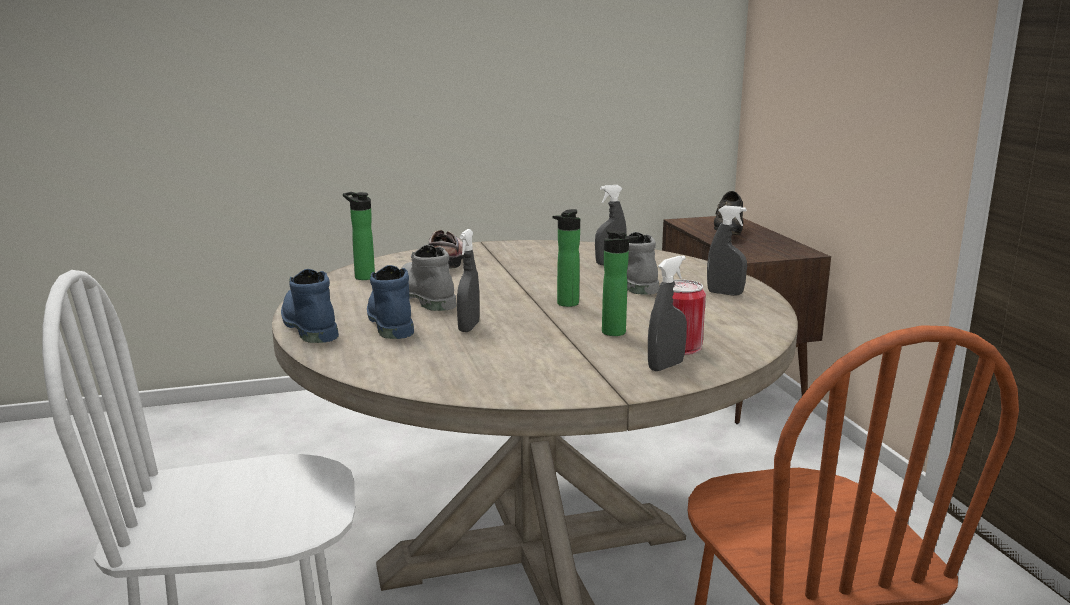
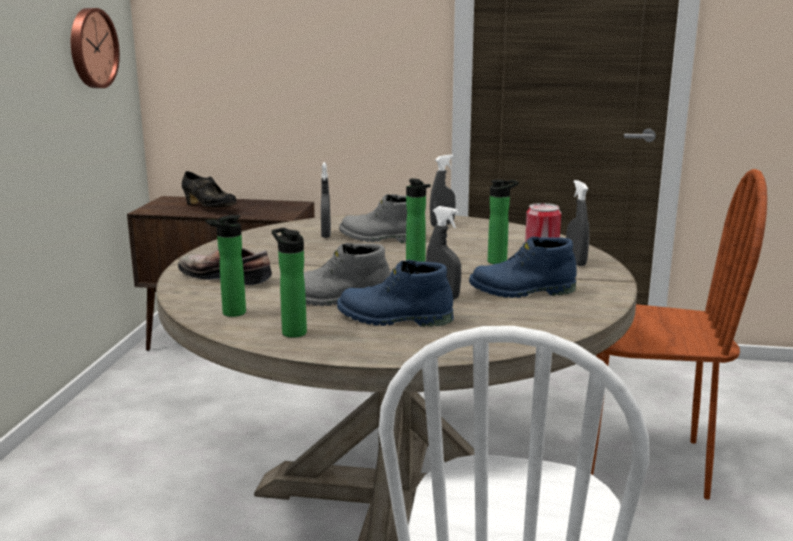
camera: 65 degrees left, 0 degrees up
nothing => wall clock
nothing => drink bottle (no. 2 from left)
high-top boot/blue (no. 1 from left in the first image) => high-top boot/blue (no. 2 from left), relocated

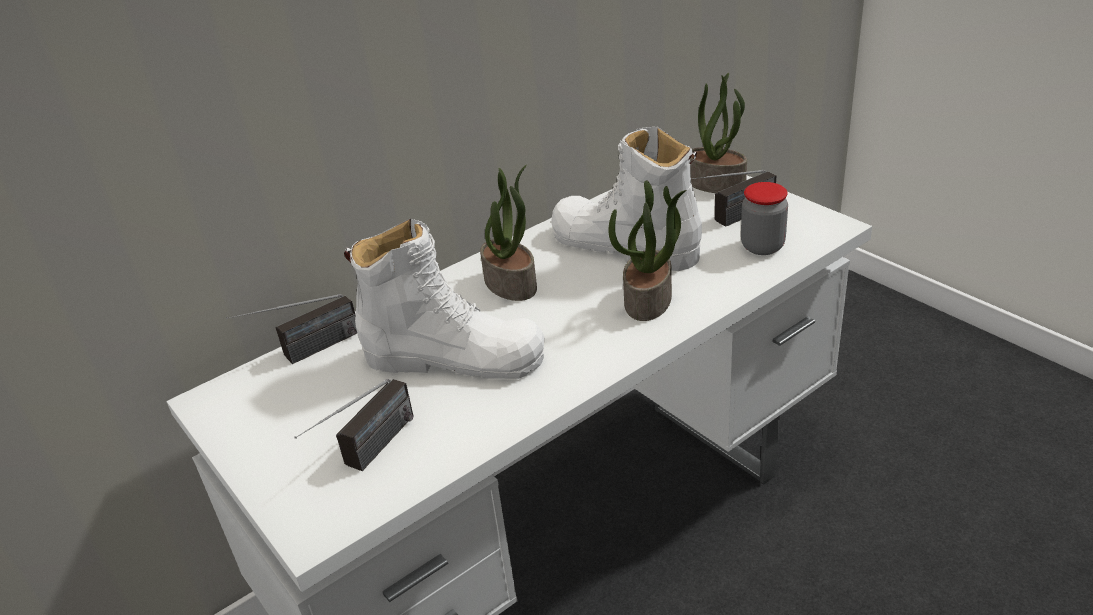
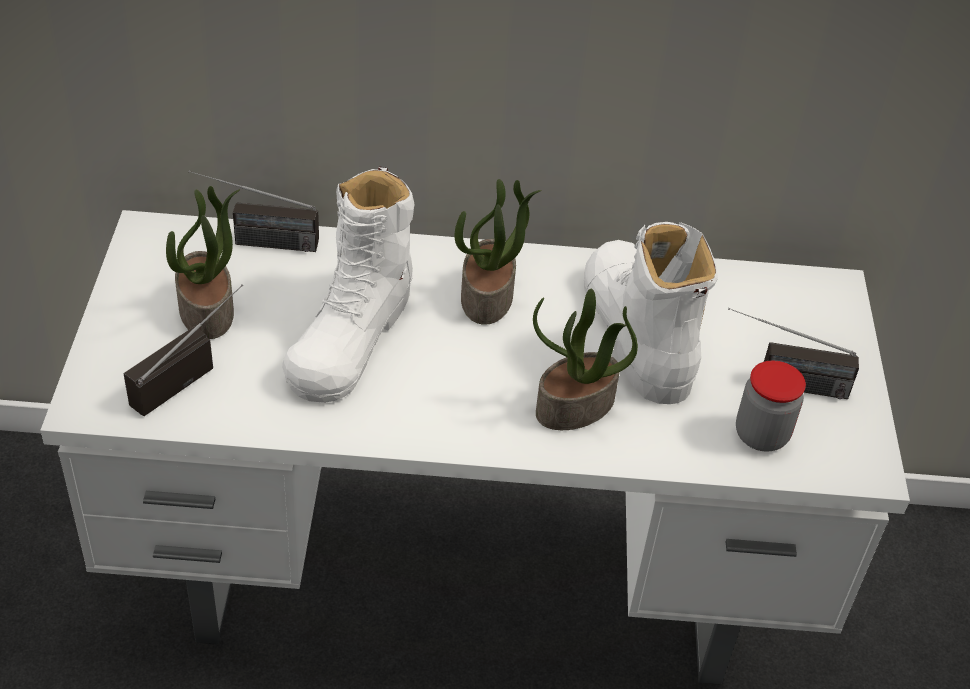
camera: 35 degrees right, 10 degrees up
houseplant (no. 3 from left in the first image) => houseplant (no. 1 from left), relocated
radio set (no. 2 from left in the first image) => radio set (no. 1 from left), 150 degrees clockwise
high-top boot/whitish (no. 1 from left), 60 degrees clockwise

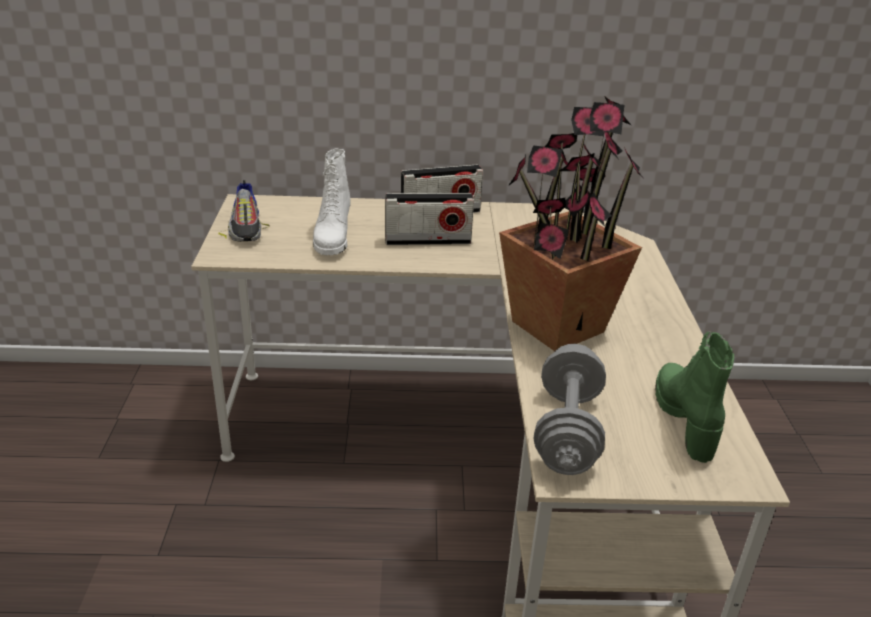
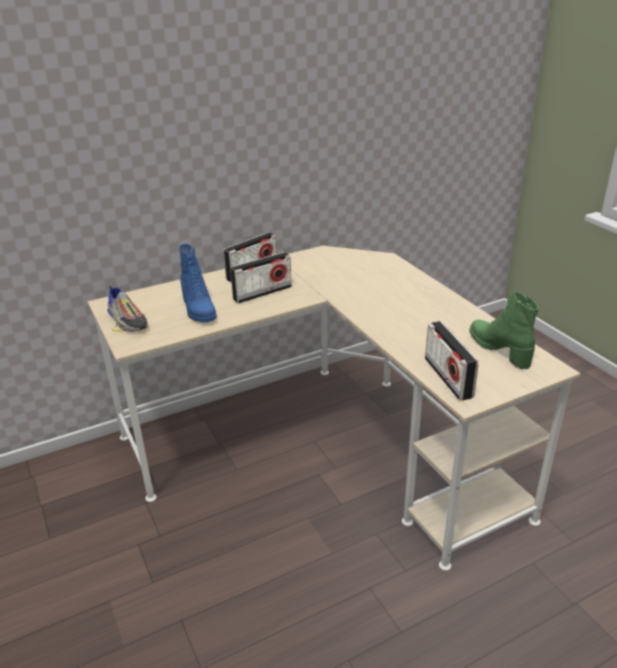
camera: 25 degrees left, 0 degrees up
houseplant => nothing
hand weight/greyish => radio set (no. 3 from left)
high-top boot/whitish => high-top boot/blue

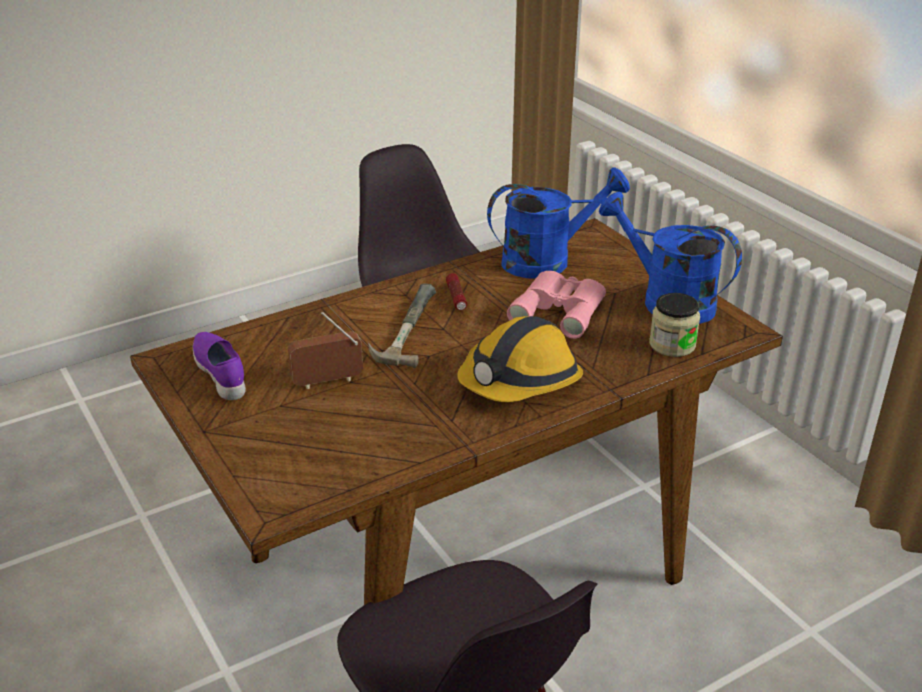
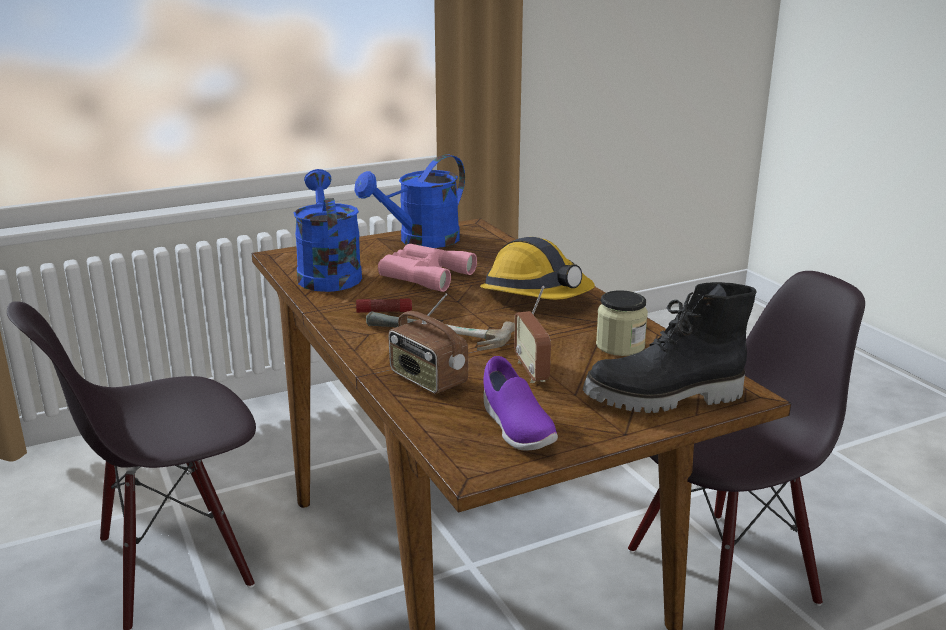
camera: 85 degrees left, 10 degrees down
nothing => radio set (no. 1 from left)
nothing => high-top boot/black
preserve jar, relocated
shoe/purplish, 90 degrees counterclockwise

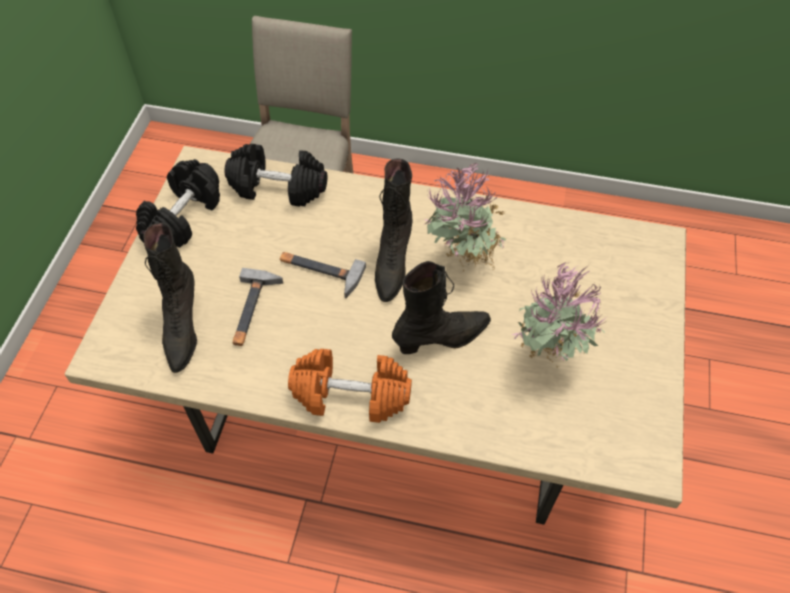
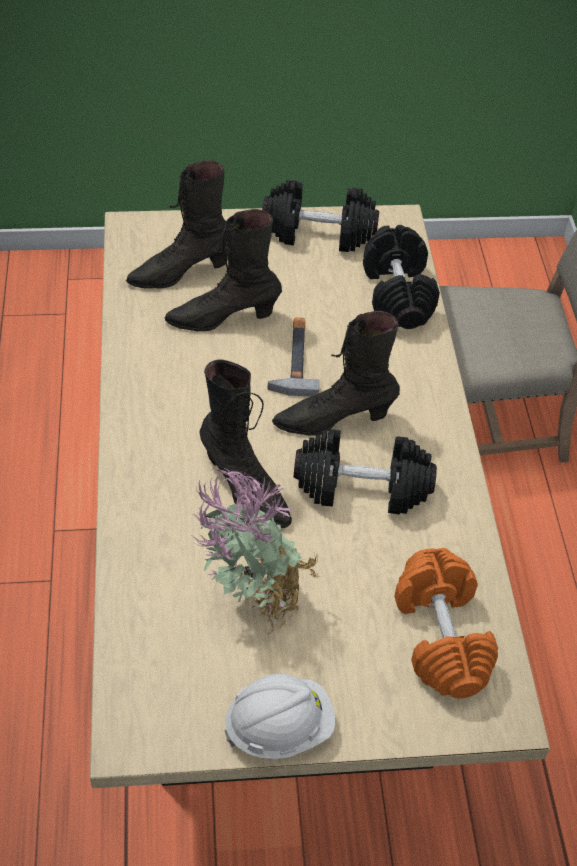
camera: 70 degrees right, 5 degrees down
nothing => hard hat/whitish
hand weight/orange, relocated
hand hammer (no. 1 from left) => high-top boot/black (no. 2 from left)
houseplant (no. 1 from left) => hand weight/black (no. 2 from left)

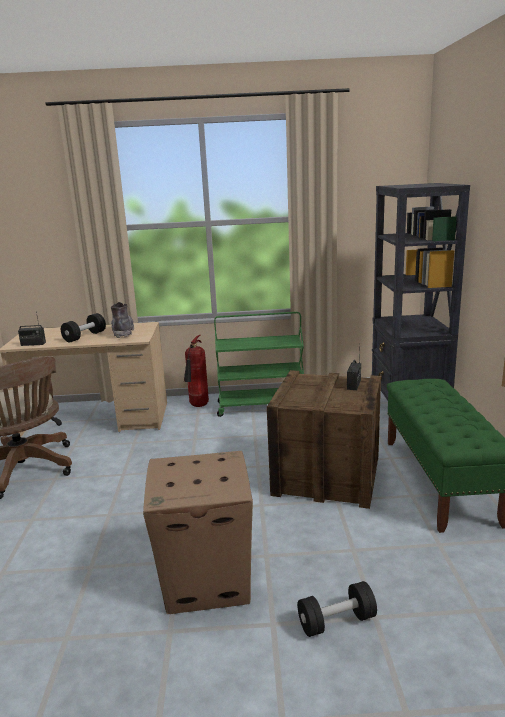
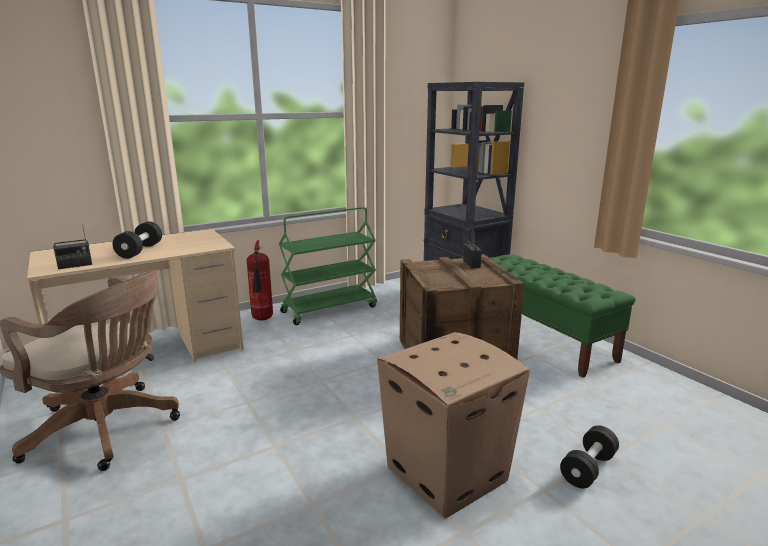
camera: 30 degrees left, 0 degrees up
high-top boot/greyish => nothing

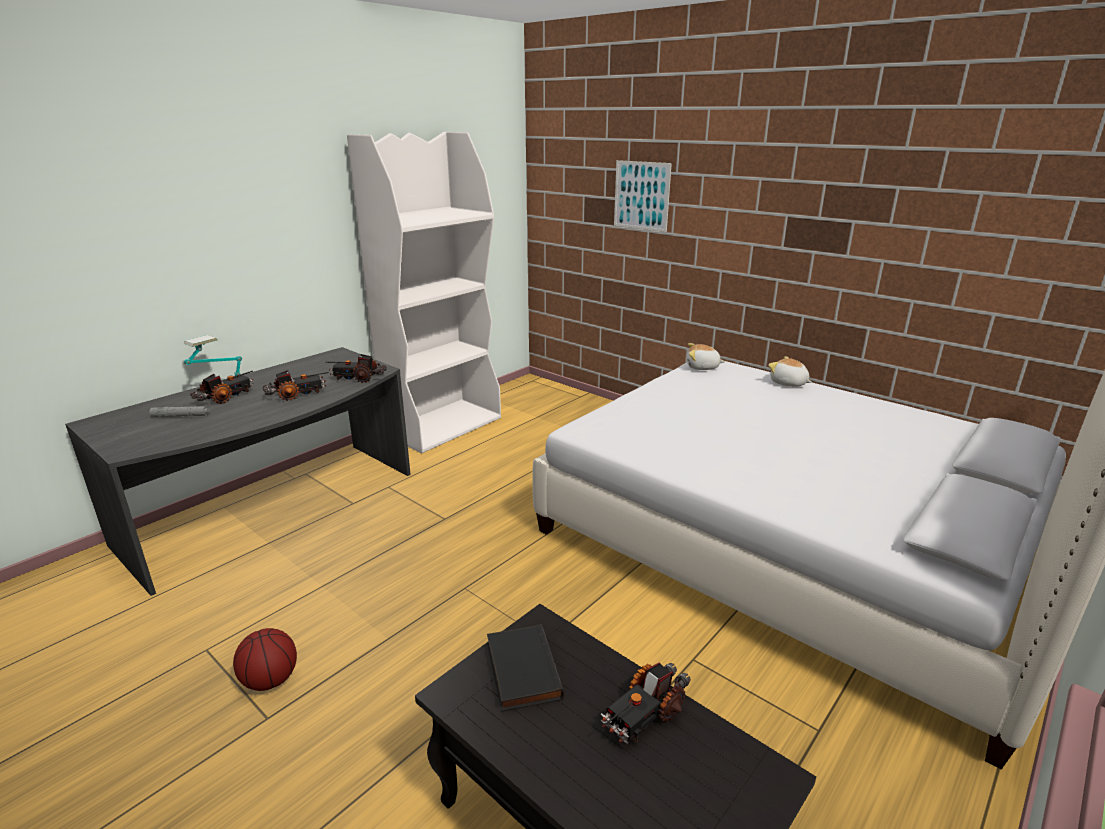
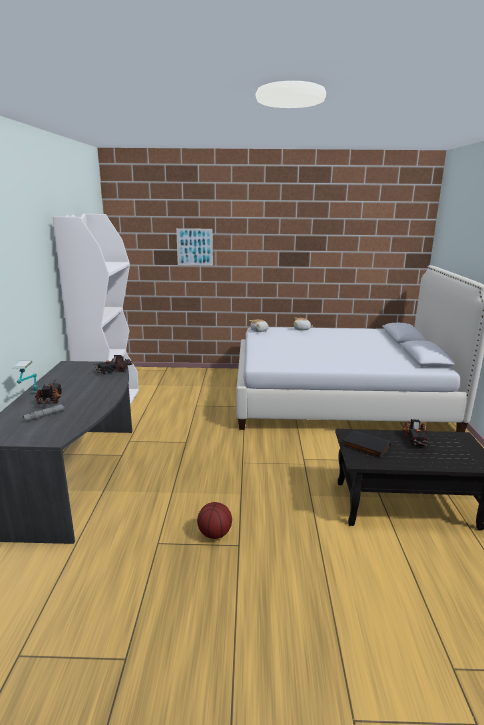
camera: 40 degrees left, 5 degrees down
toy truck (no. 2 from left) => nothing

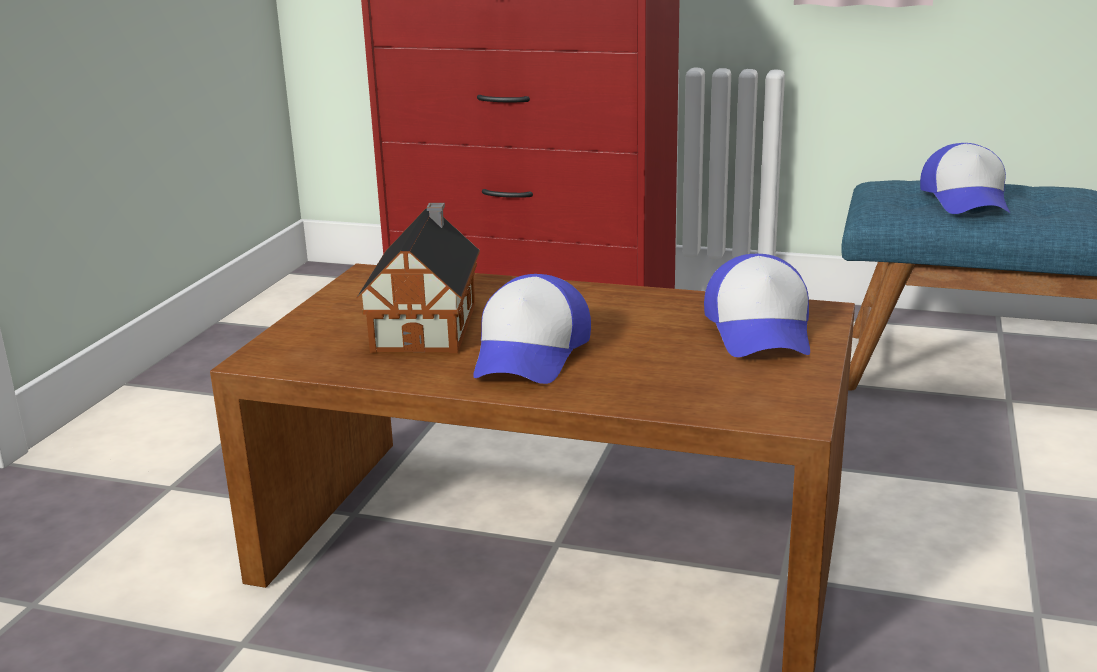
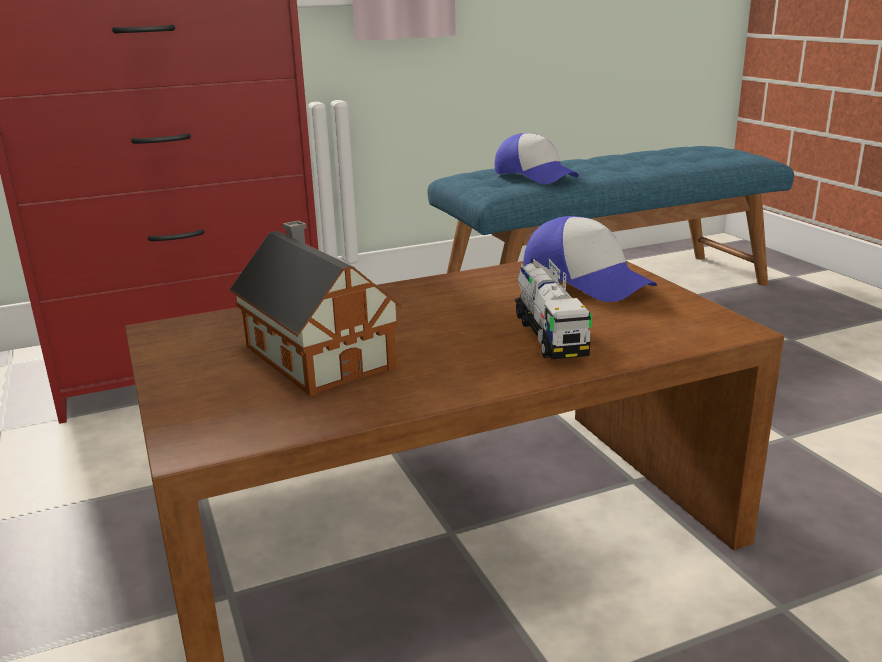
camera: 40 degrees left, 0 degrees up
cap (no. 1 from left) => nothing
nothing => toy truck

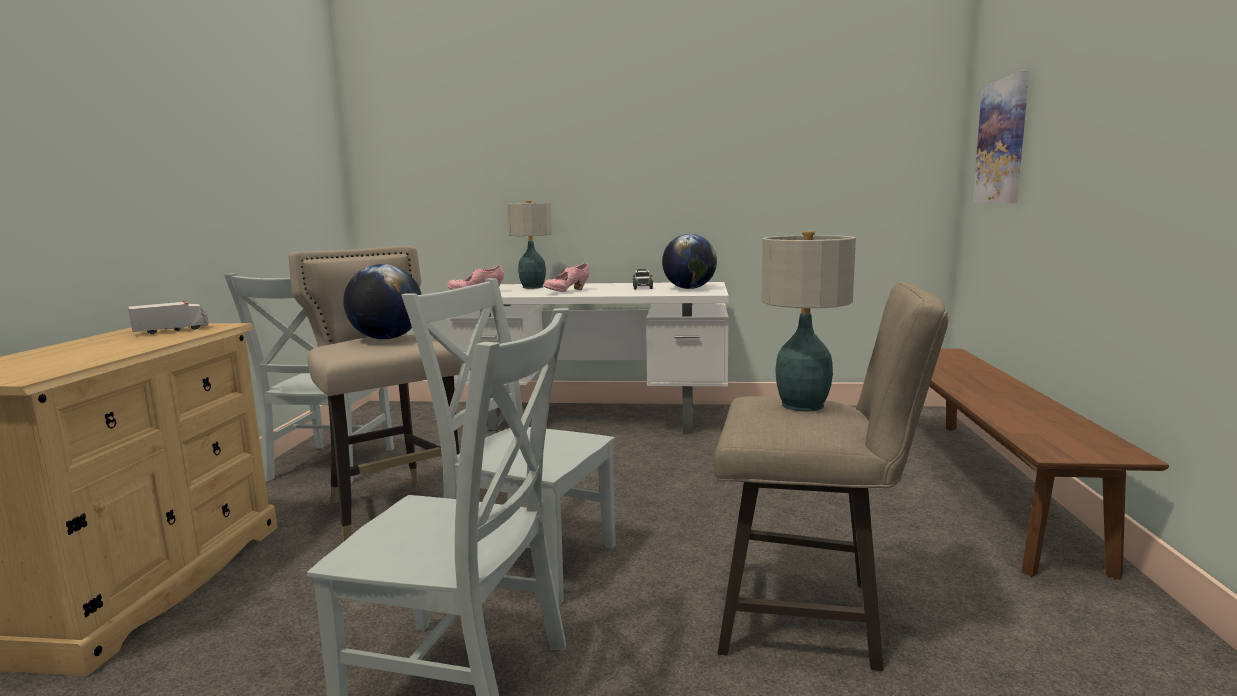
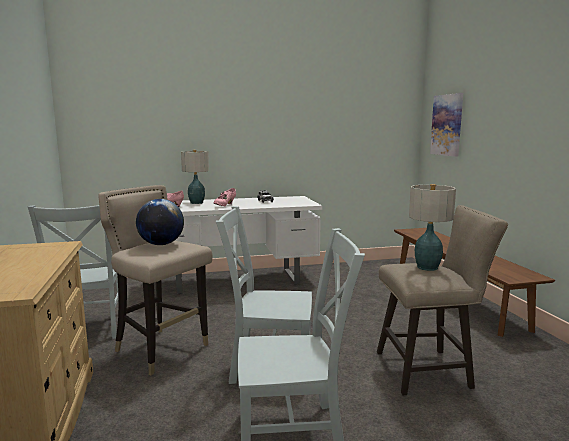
camera: 20 degrees left, 0 degrees up
toy truck => nothing
world globe (no. 2 from left) => nothing

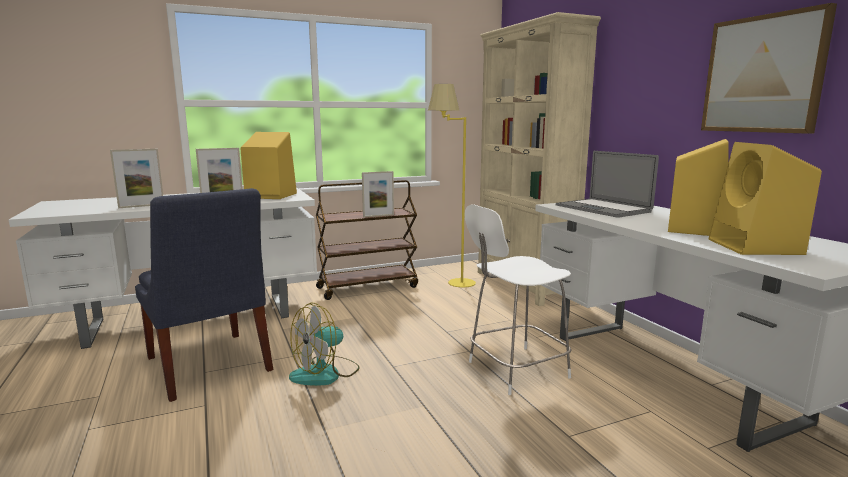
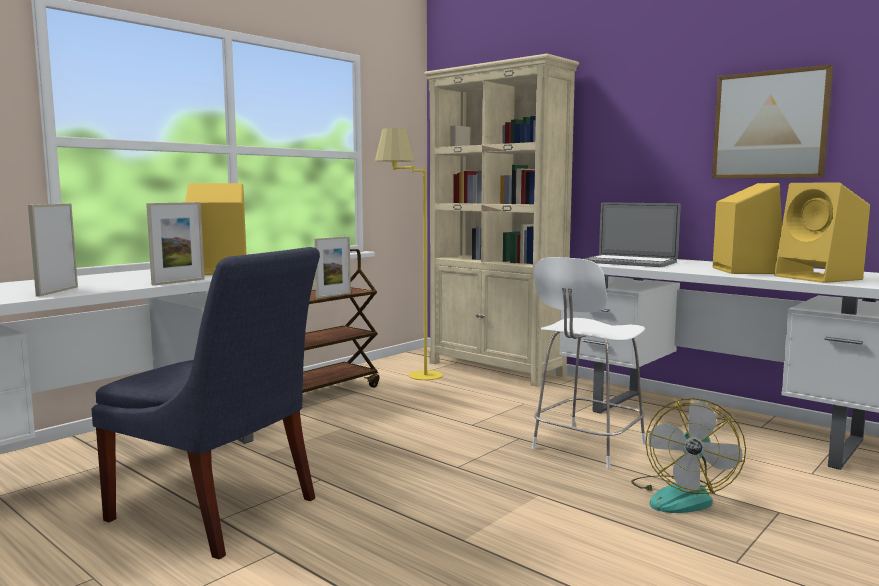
camera: 25 degrees left, 5 degrees down
electric fan, relocated
picture frame (no. 1 from left), 150 degrees clockwise

